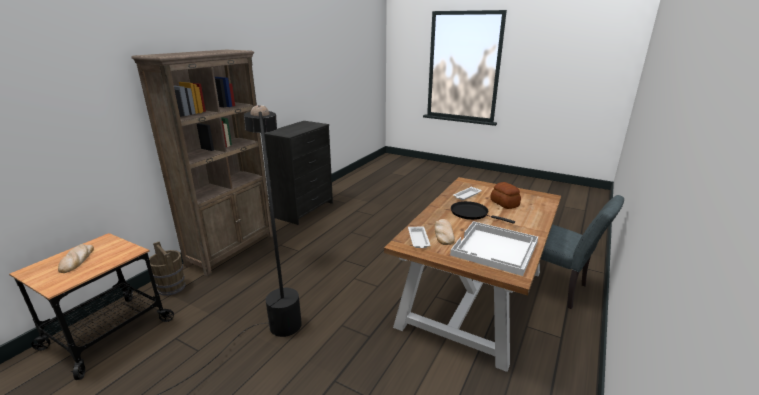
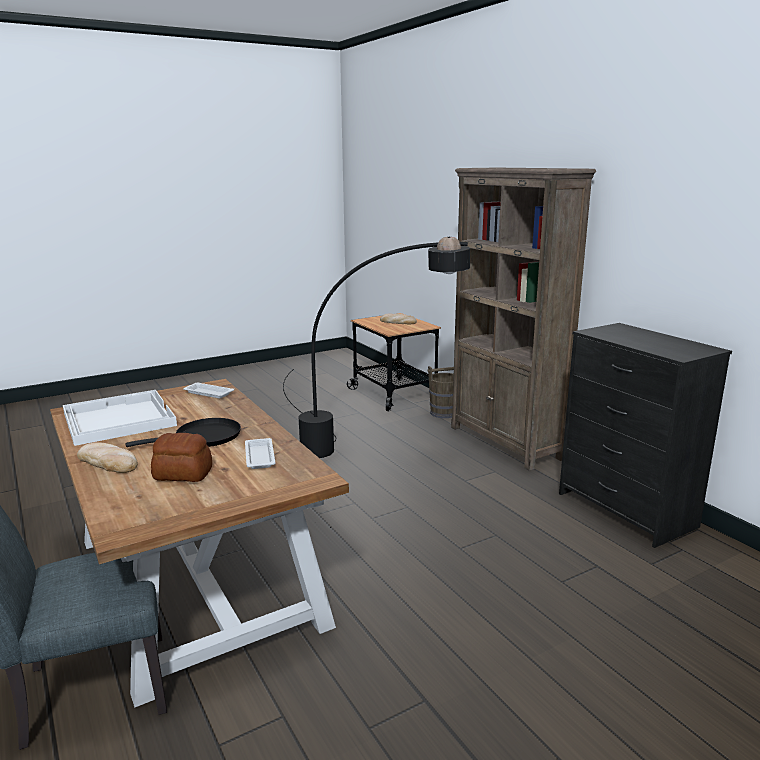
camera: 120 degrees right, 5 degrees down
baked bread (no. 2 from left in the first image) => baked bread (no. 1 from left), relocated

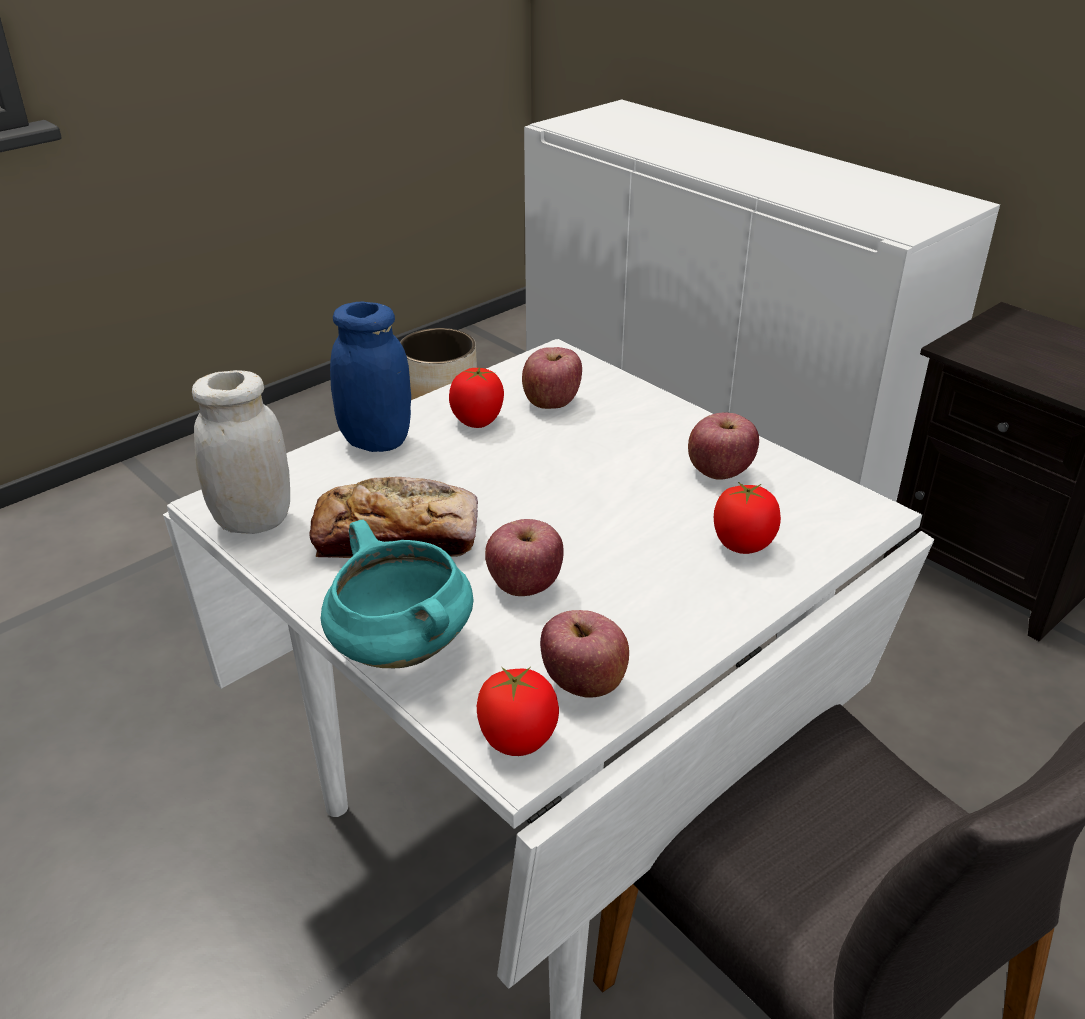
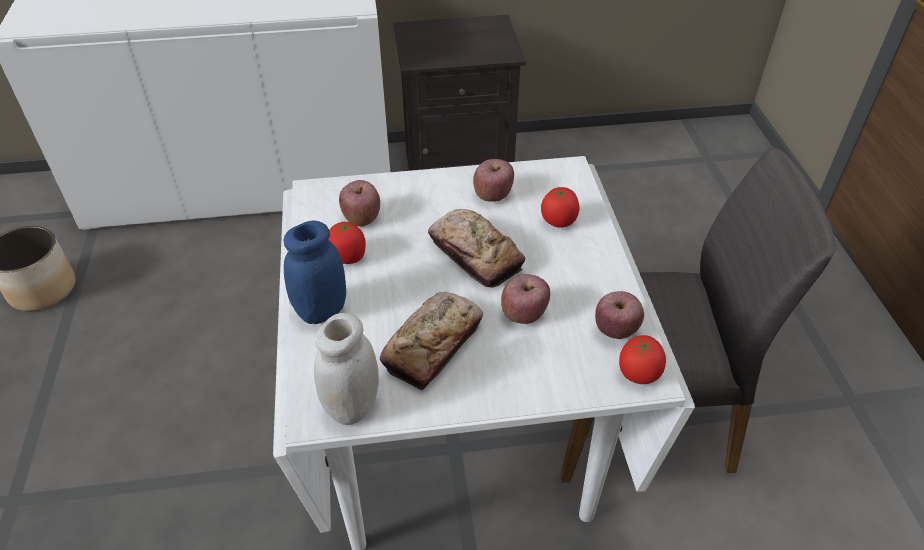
camera: 55 degrees left, 10 degrees up
stockpot/turquoise-coloured => nothing
nothing => baked bread (no. 2 from left)

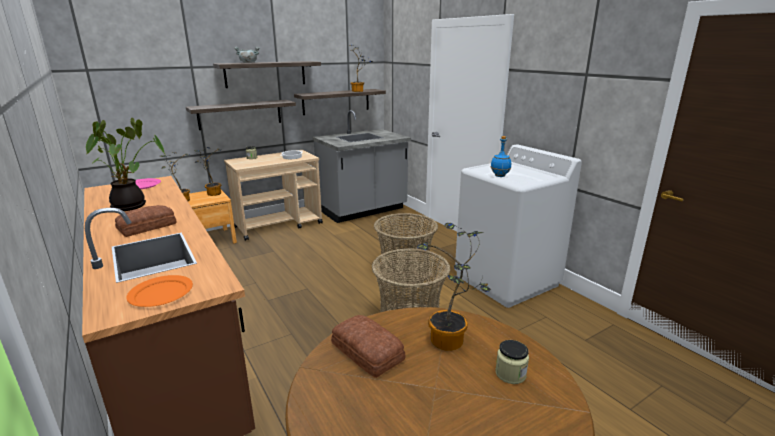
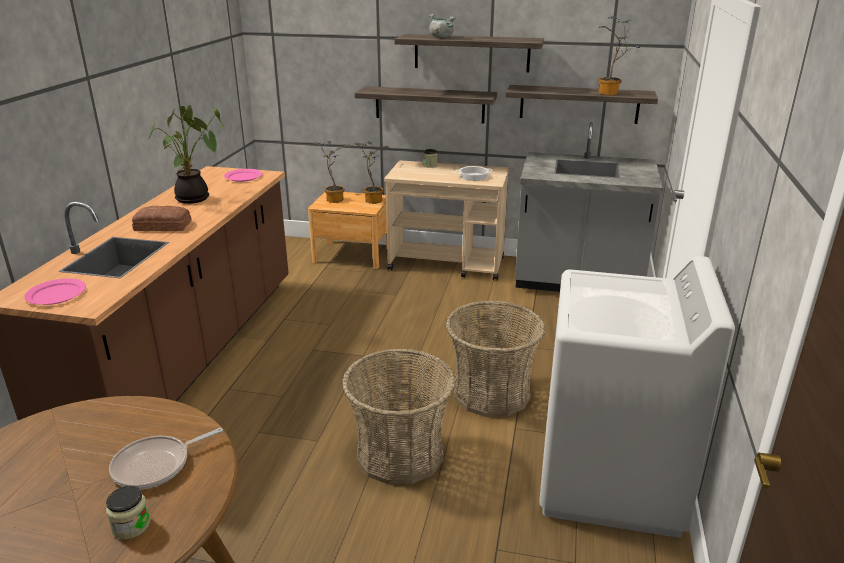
camera: 45 degrees right, 5 degrees up
baked bread (no. 2 from left) => nothing
drink bottle/blue => nothing
houseplant (no. 5 from left) => pan
flat dish/orange => flat dish/pink (no. 1 from left)

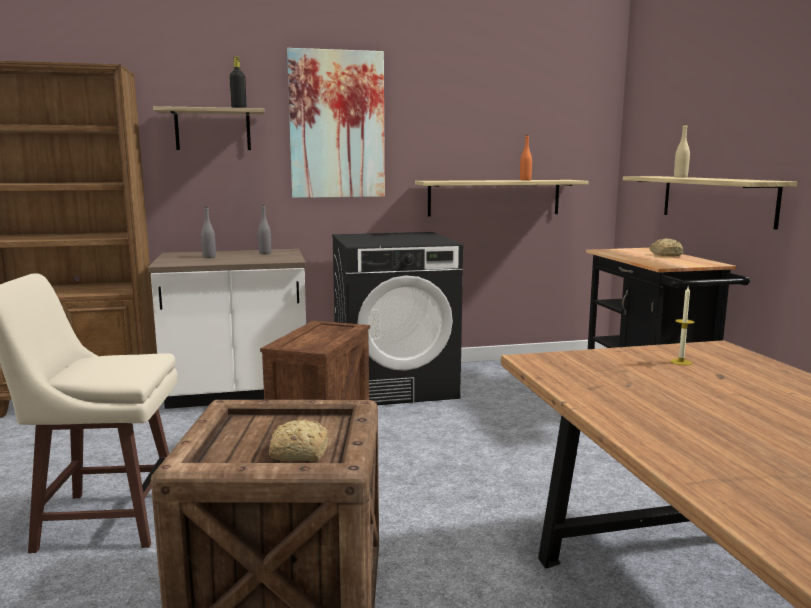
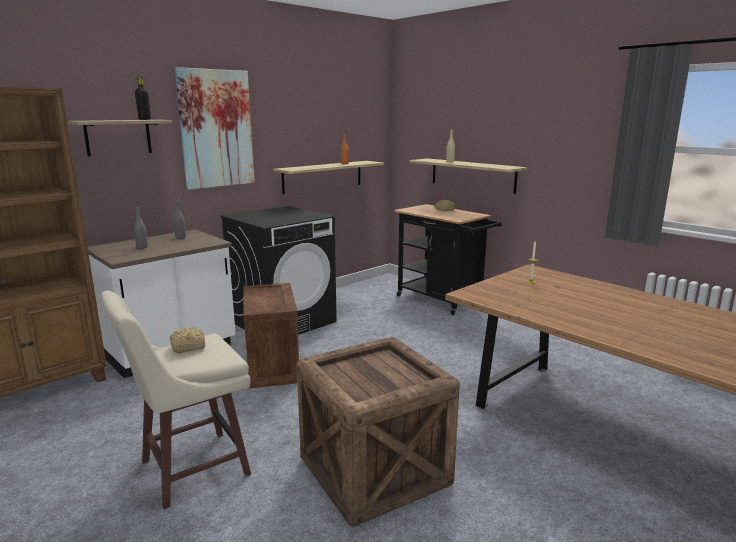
camera: 30 degrees left, 5 degrees up
baked bread (no. 1 from left), relocated

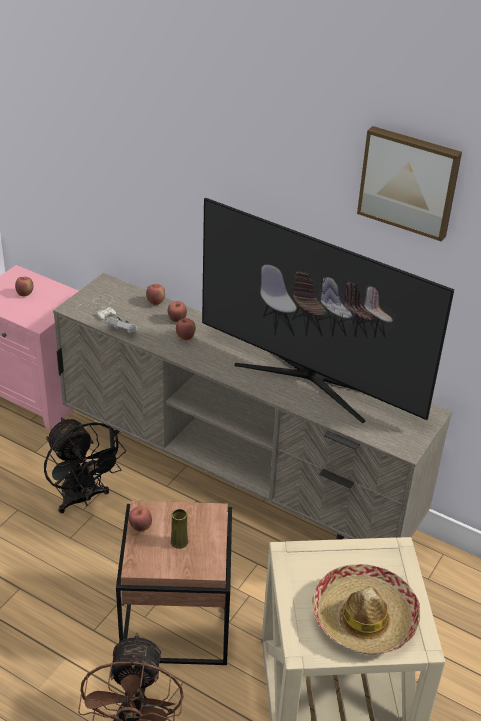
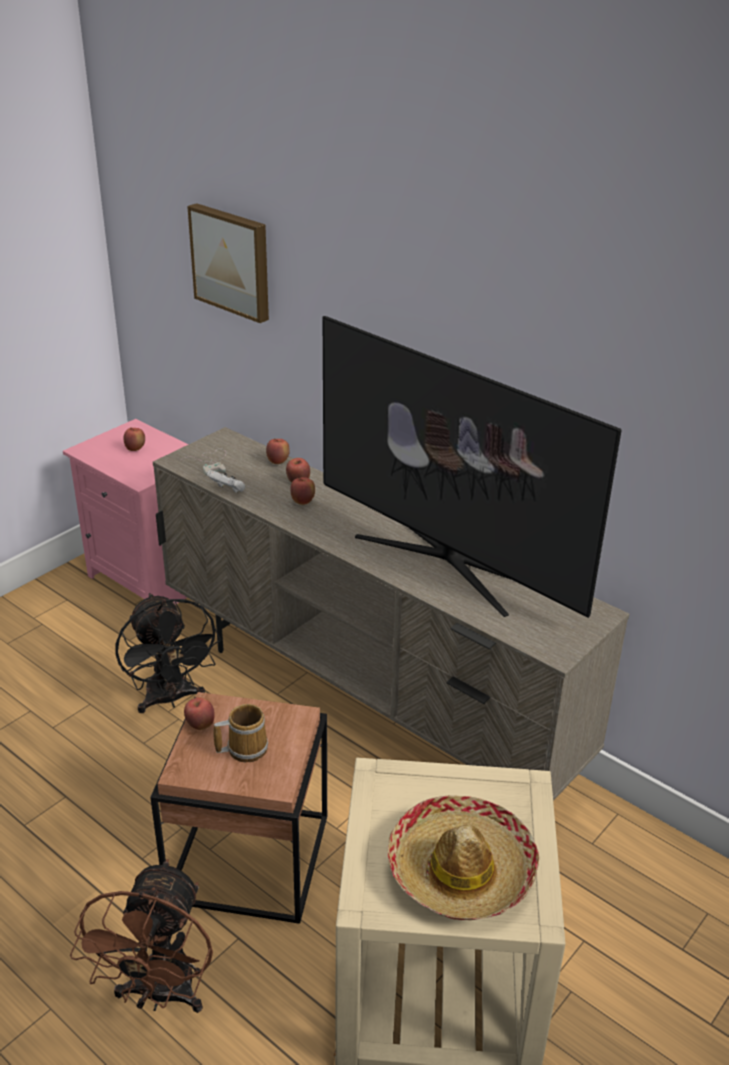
camera: 10 degrees right, 5 degrees down
wall picture, relocated
flower vase/yellow-coloured => mug

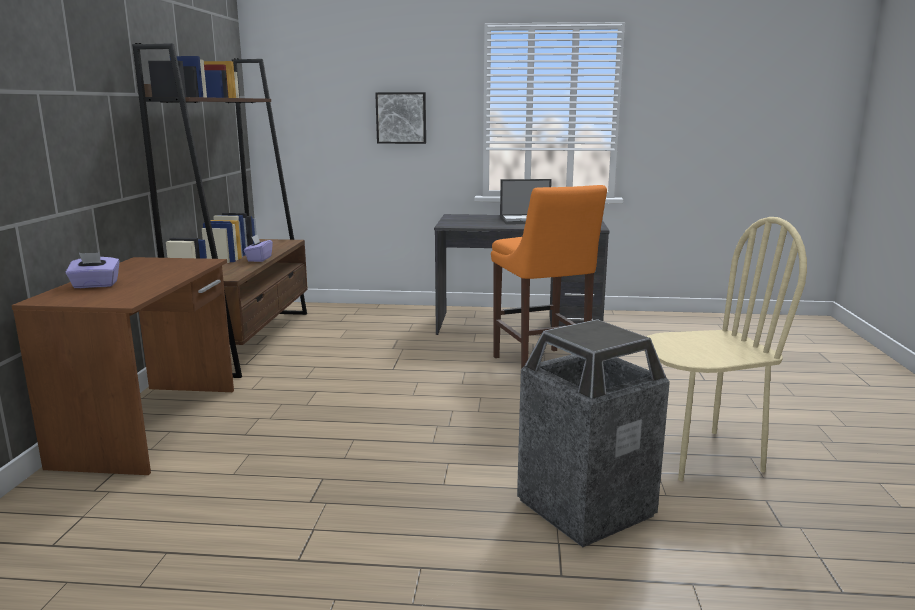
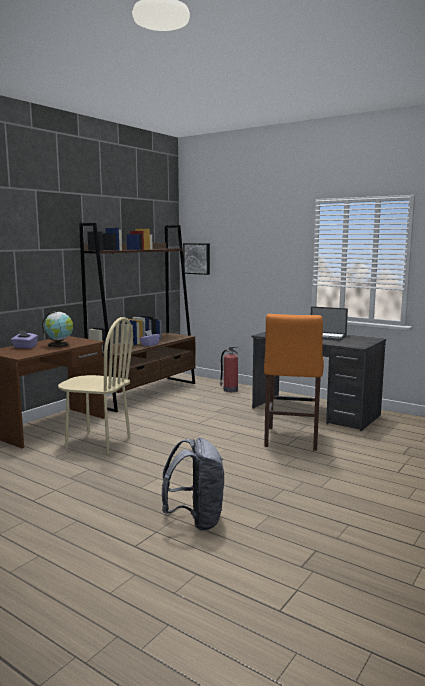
camera: 30 degrees right, 5 degrees down
nothing => world globe
nothing => fire extinguisher
wall picture, relocated
chair/sand-coloured, relocated
waste bin => knapsack/greyish

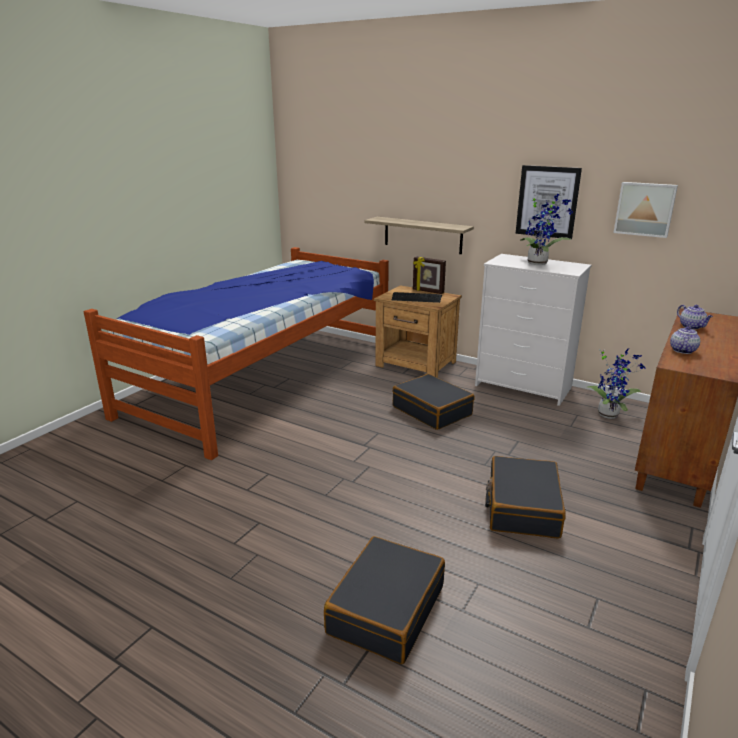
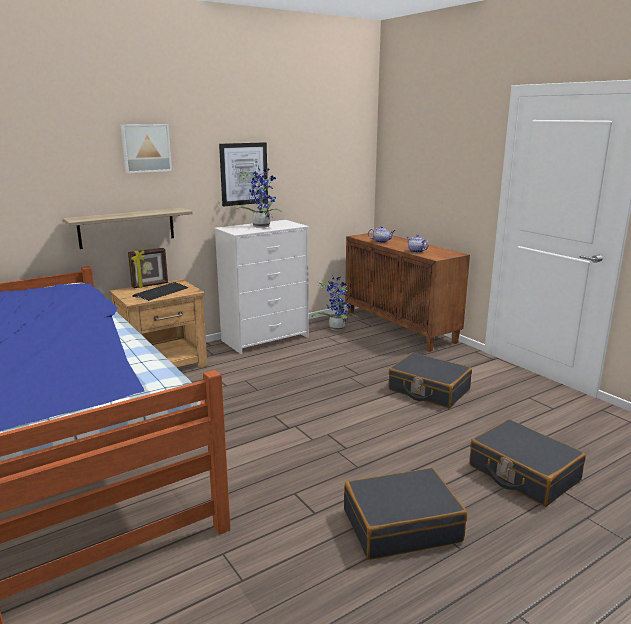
camera: 65 degrees left, 5 degrees down
travel case/black (no. 2 from left in the first image) => travel case/black (no. 1 from left), relocated
wall picture (no. 2 from left in the first image) => wall picture (no. 1 from left), relocated

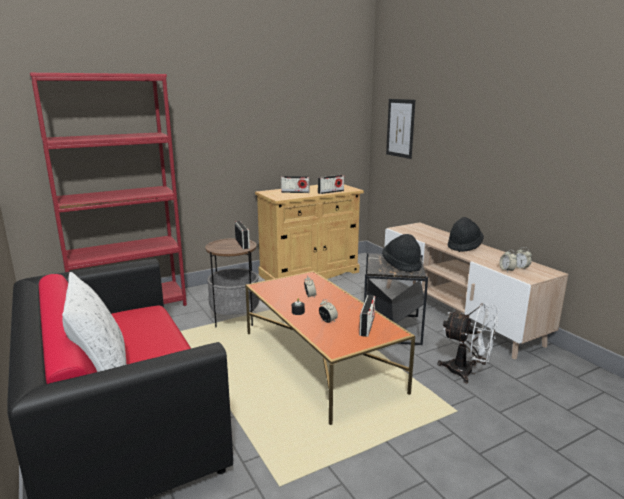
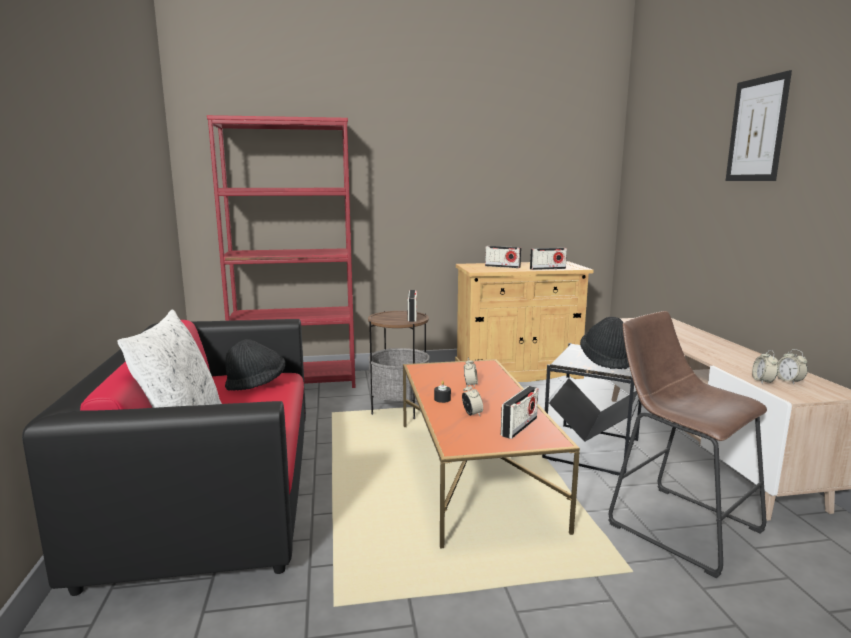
camera: 20 degrees right, 5 degrees down
wall picture, relocated
hat/black (no. 2 from left in the first image) => hat/black (no. 1 from left), relocated
electric fan/whitish => sitting stool/brownish

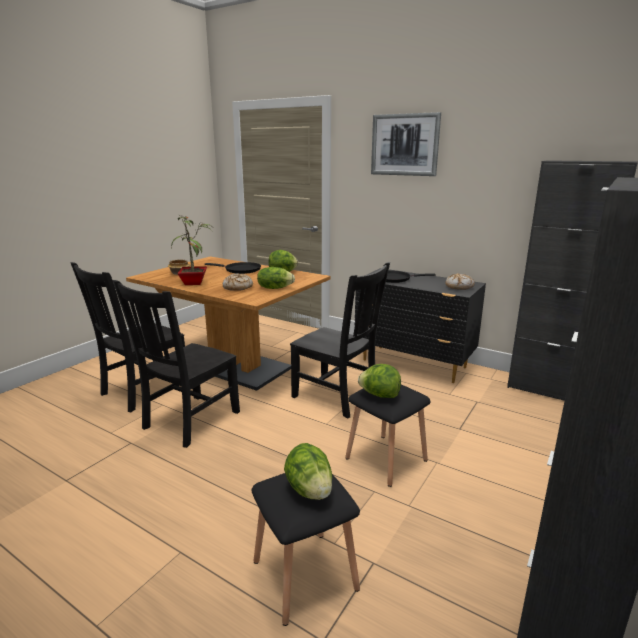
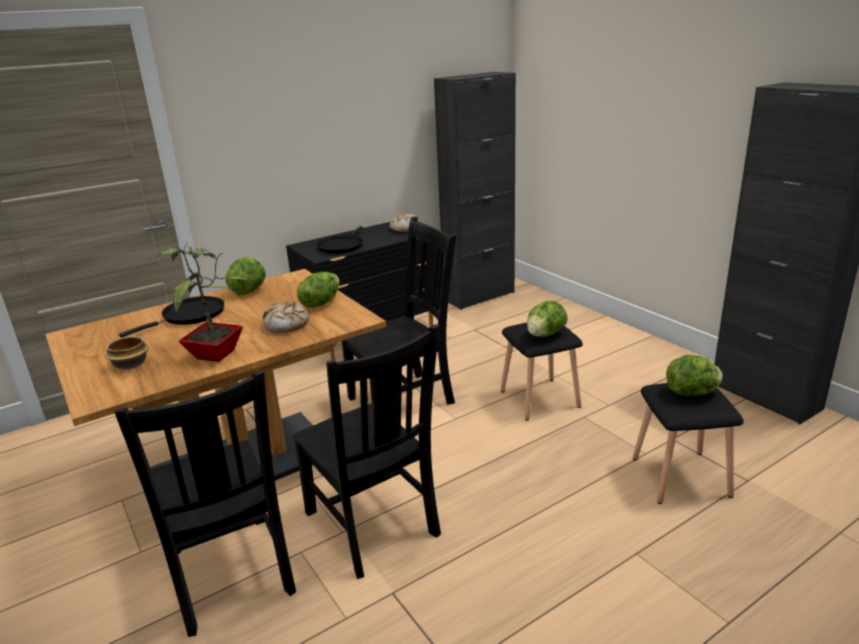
camera: 65 degrees left, 5 degrees up
wall picture => nothing

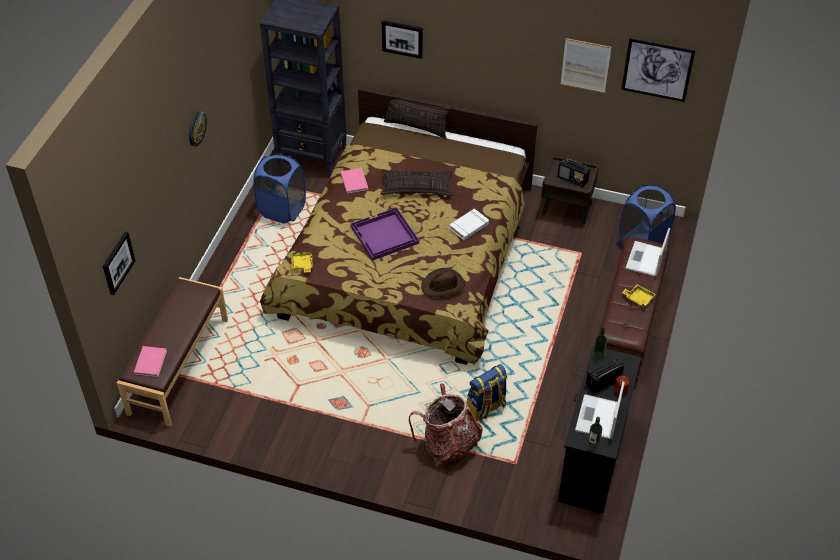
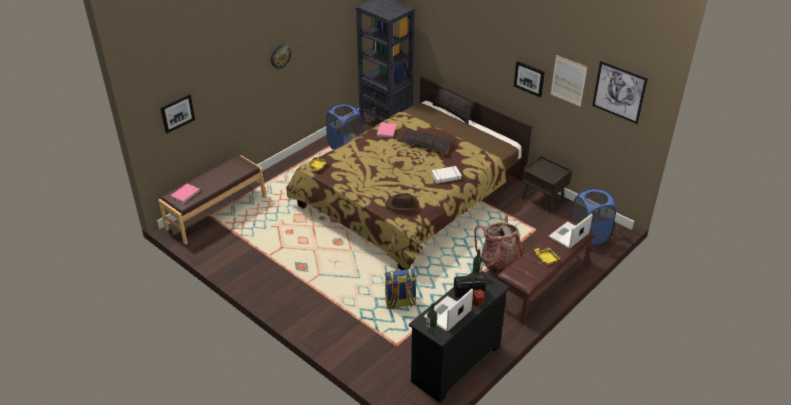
camera: 25 degrees right, 10 degrees down
carrying tray/purplish => nothing
radio set (no. 1 from left) => nothing
wall picture (no. 2 from left), relocated
knapsack (no. 1 from left in the first image) => knapsack (no. 2 from left), relocated

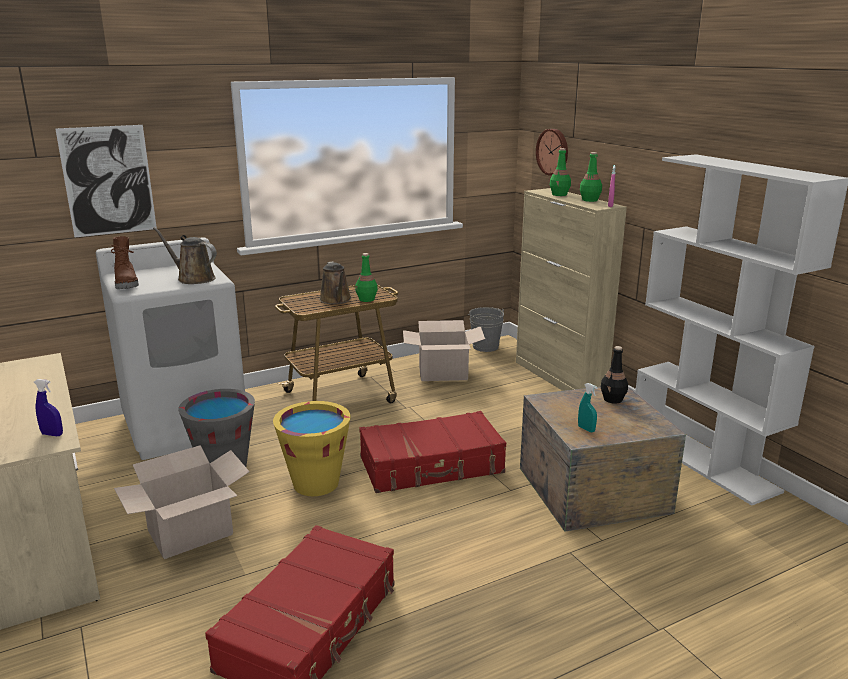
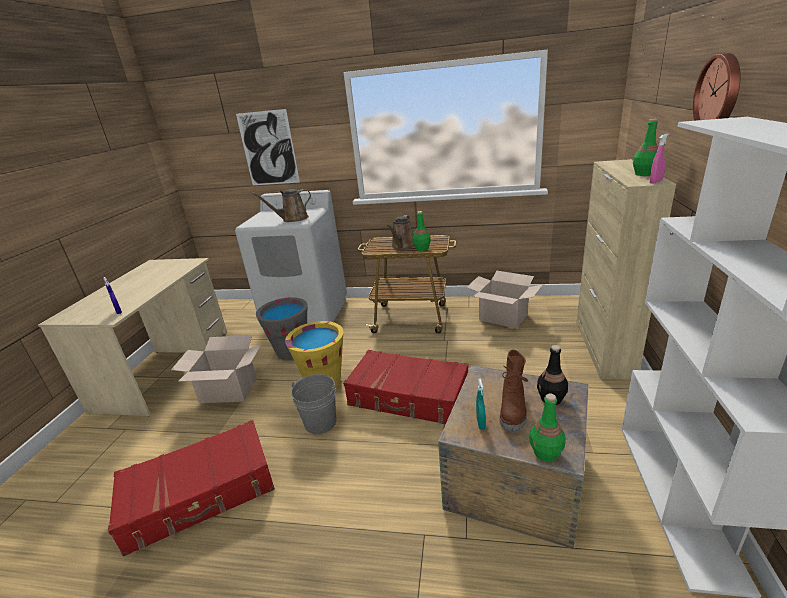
camera: 40 degrees right, 5 degrees up
high-top boot/brownish, relocated
pail/greyish (no. 2 from left), relocated
wall clock, relocated
drink bottle/green-coloured (no. 2 from left), relocated
watering pot/brownish (no. 1 from left), 90 degrees counterclockwise

